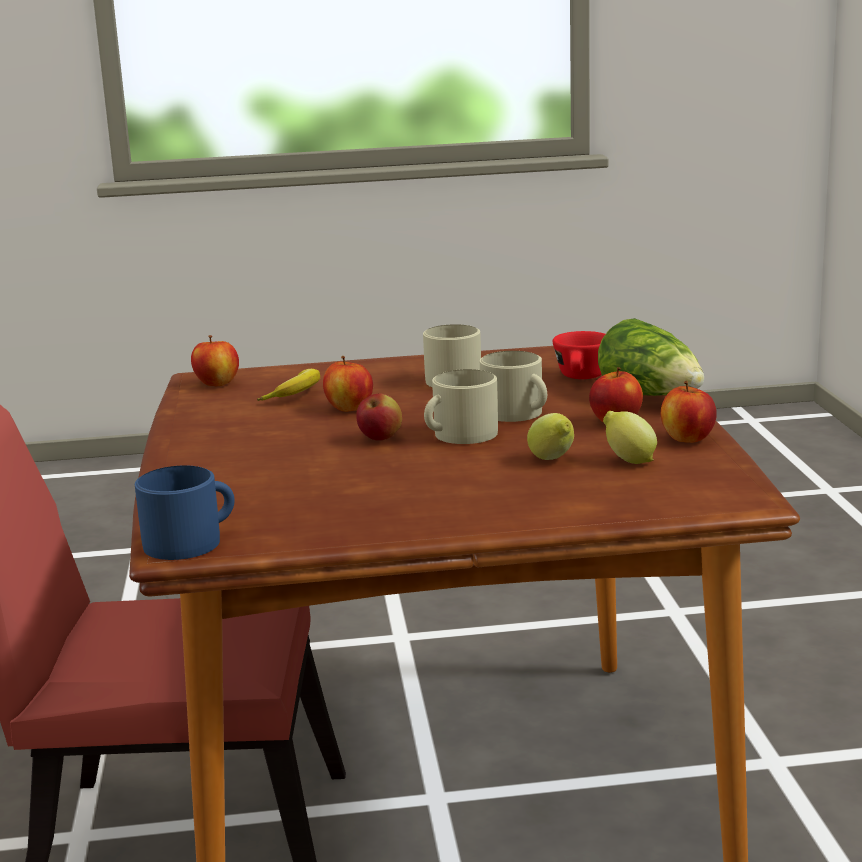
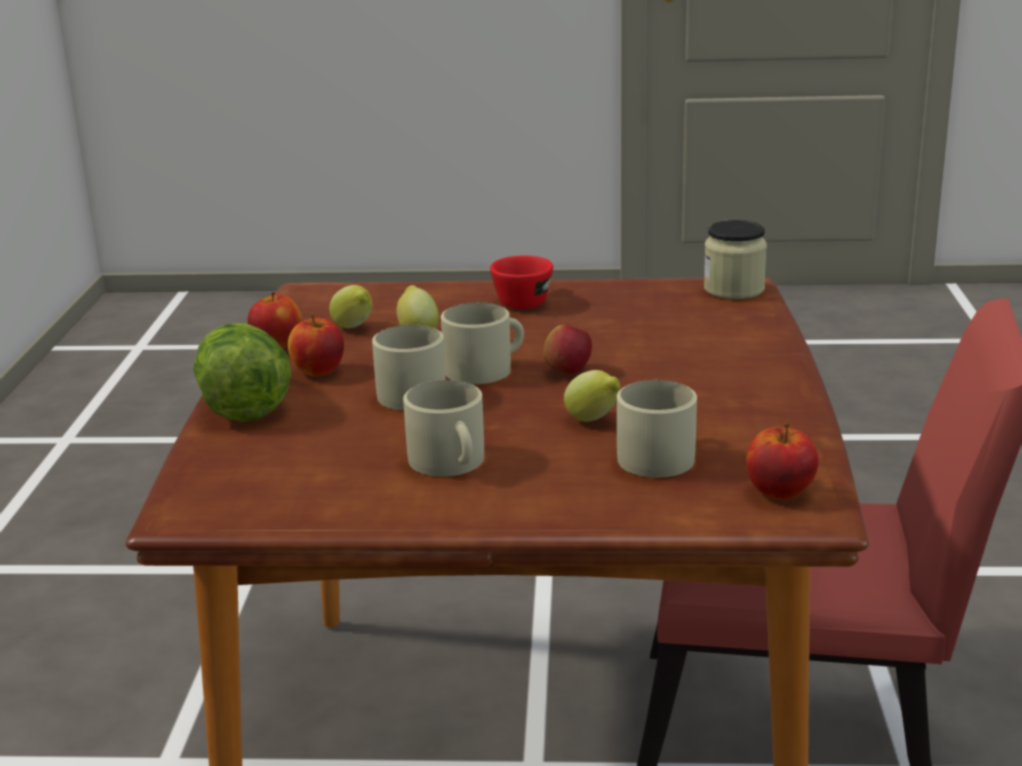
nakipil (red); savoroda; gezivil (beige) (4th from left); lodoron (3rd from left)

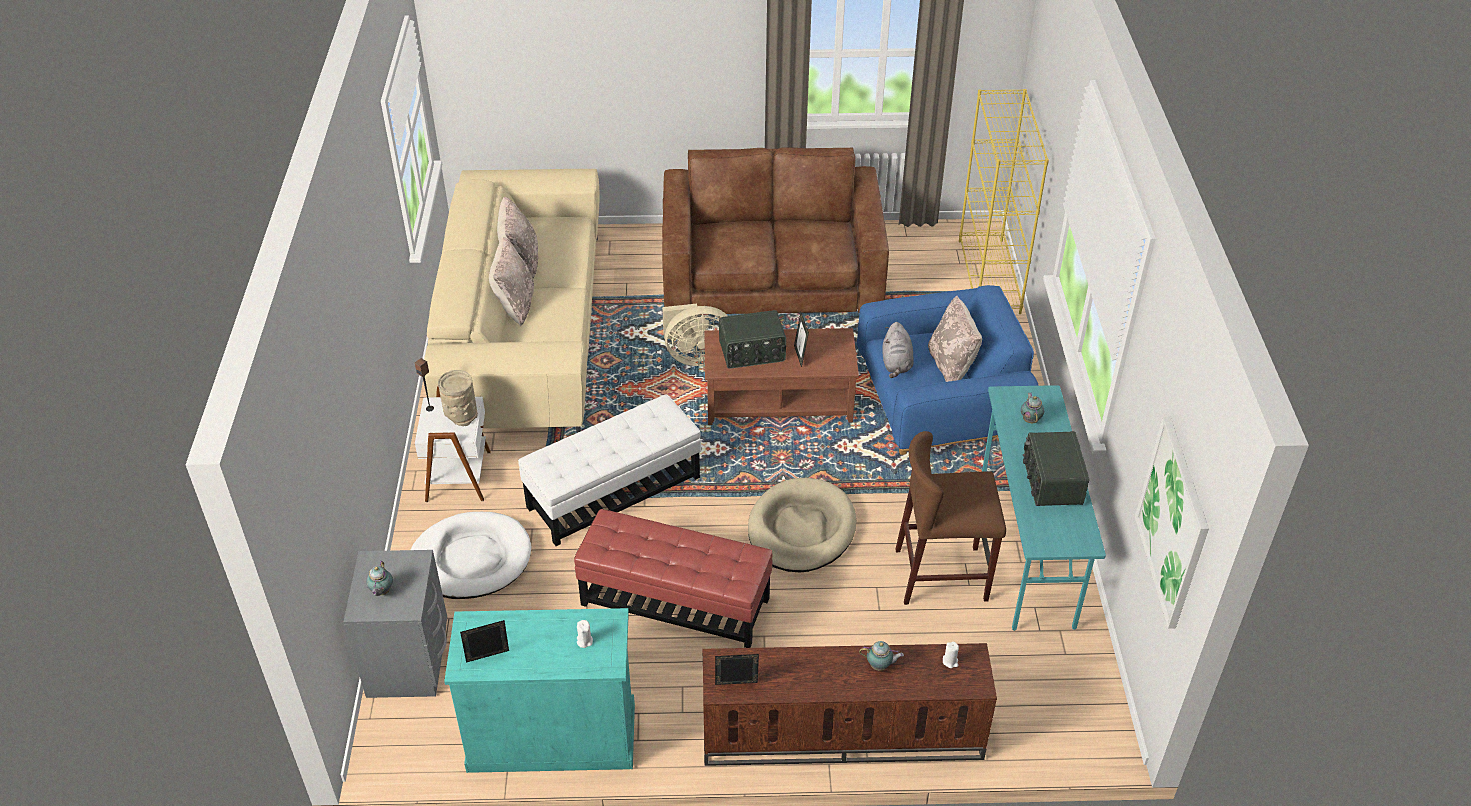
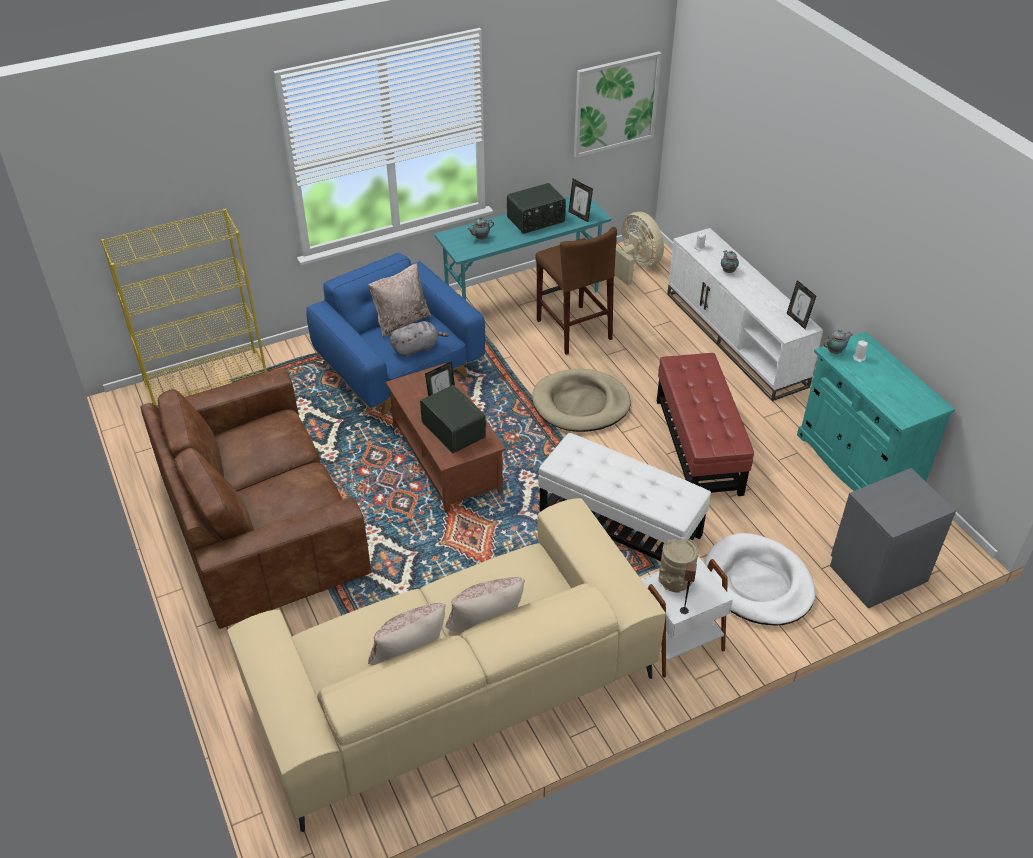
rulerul (3rd from left); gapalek (2nd from left); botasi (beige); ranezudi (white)

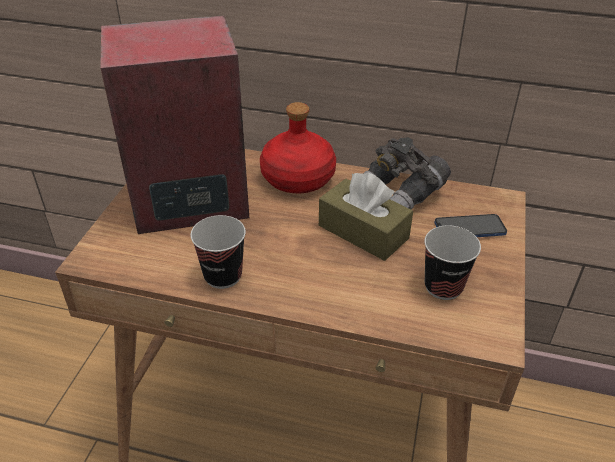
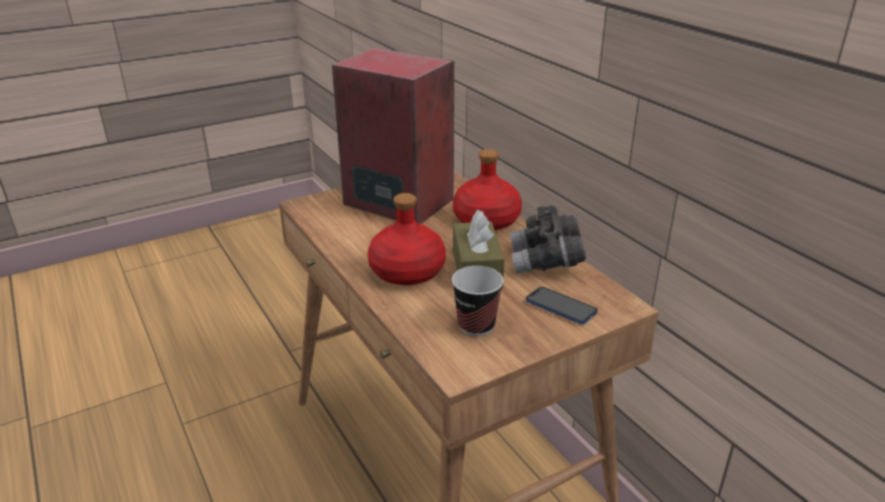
nakipil (1st from left in the first image); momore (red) (1st from left)

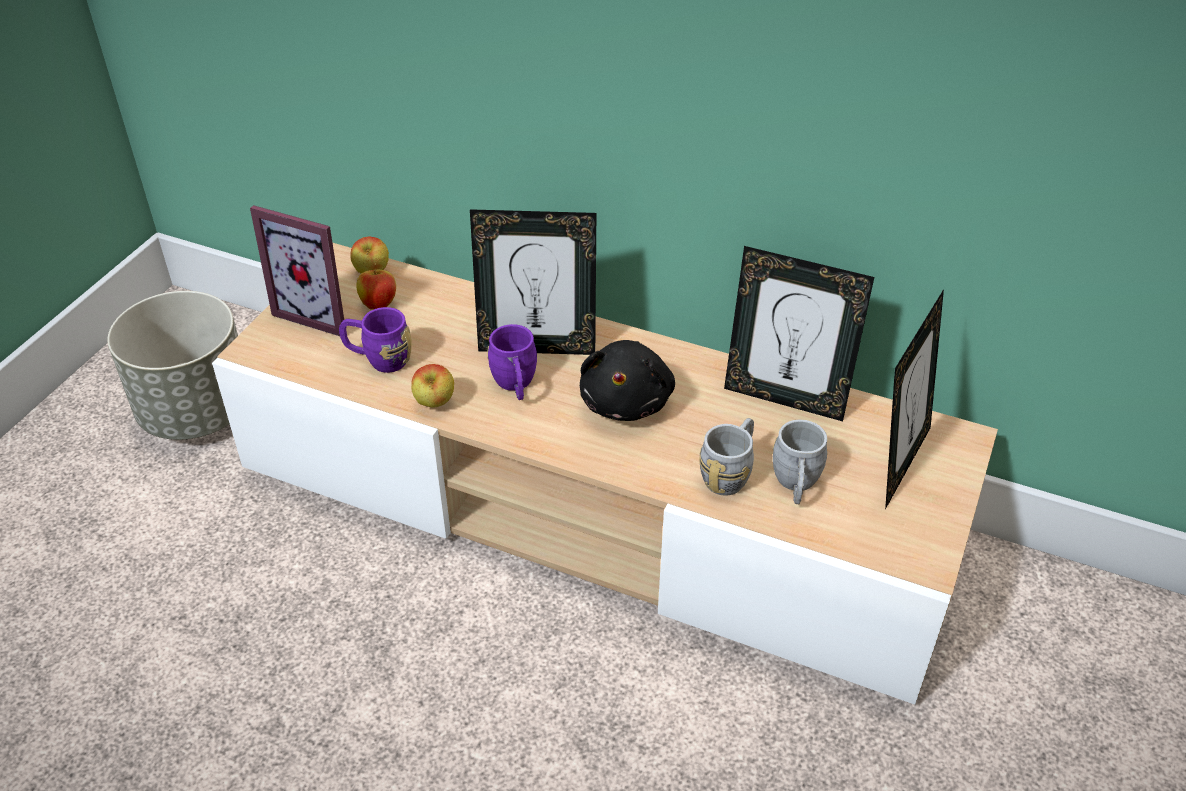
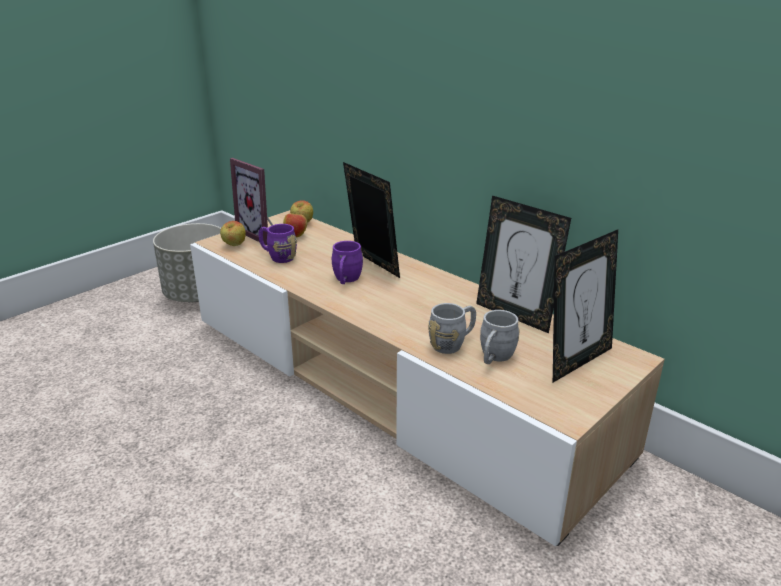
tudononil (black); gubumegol (1st from left); gapalek (2nd from left)

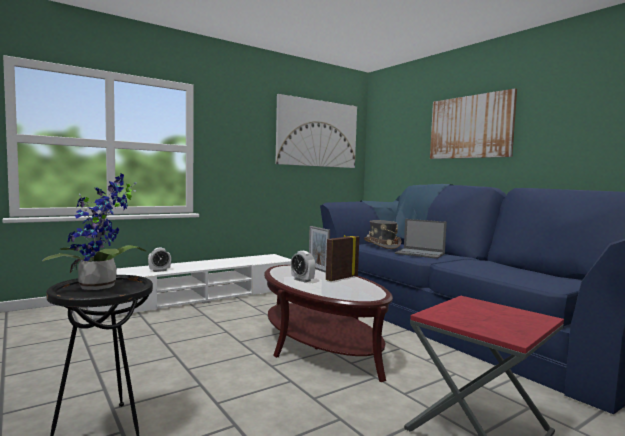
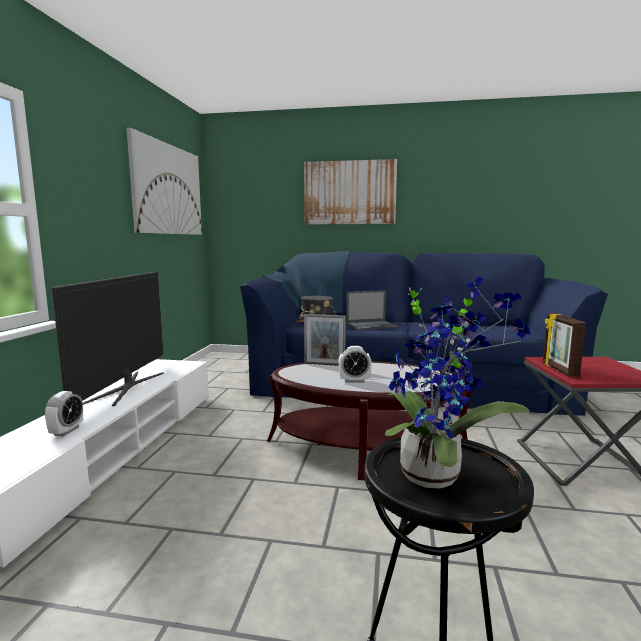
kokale; gapalek (2nd from left)

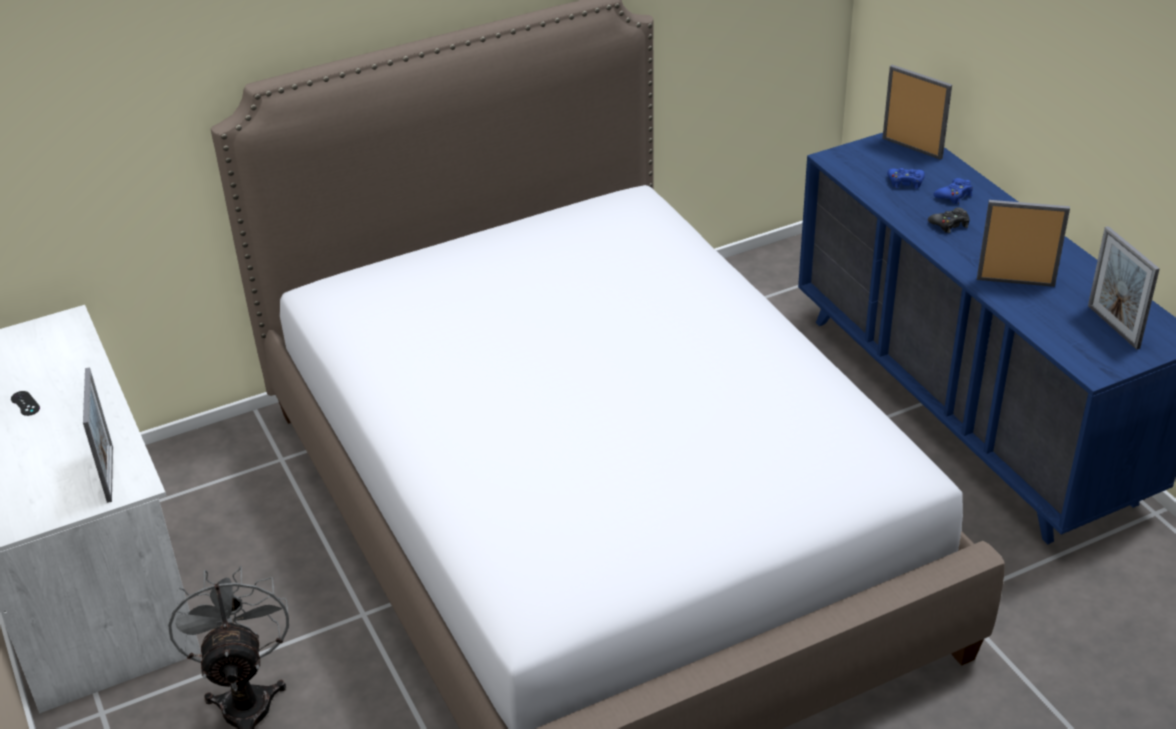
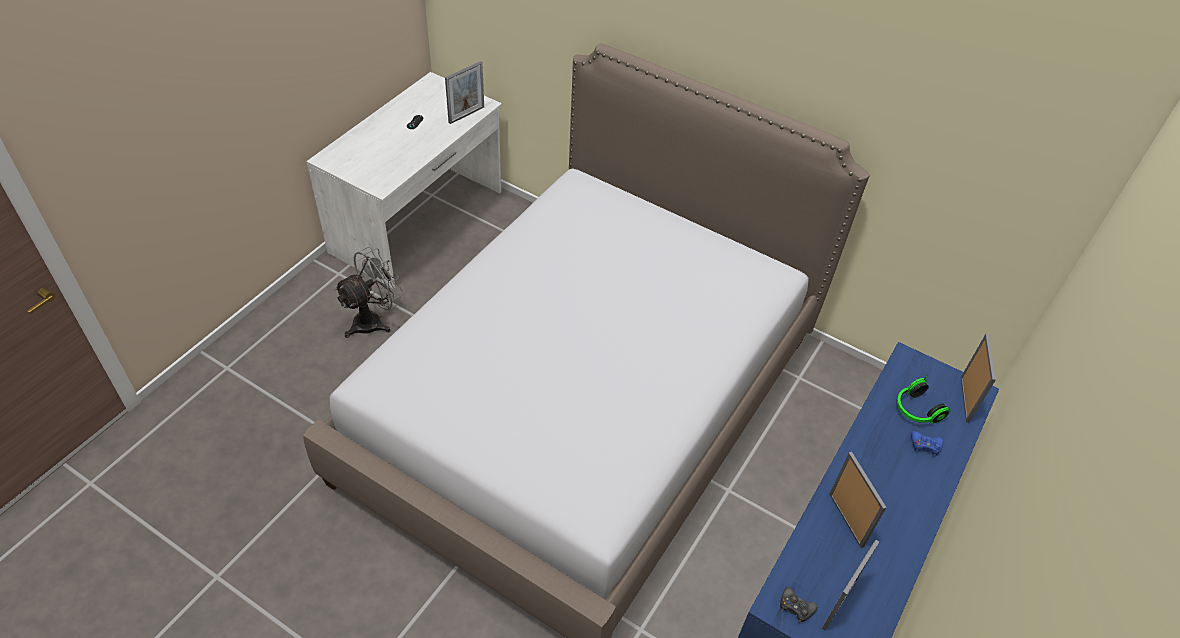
gapalek (1st from left); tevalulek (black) (2nd from left); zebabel

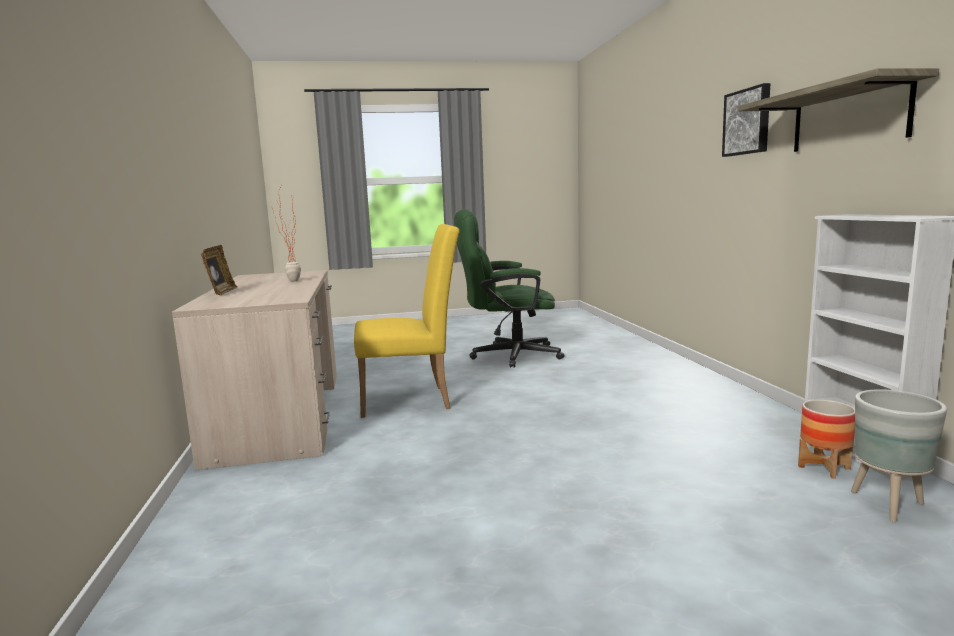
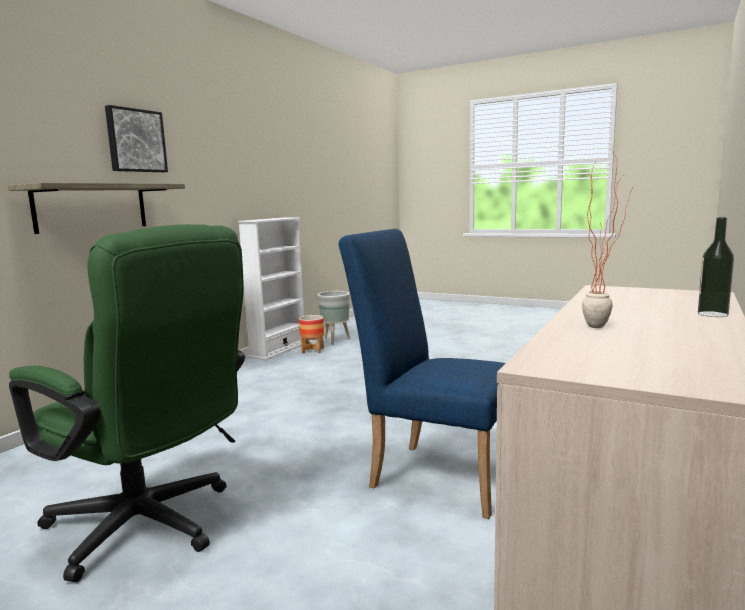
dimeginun; momore; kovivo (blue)

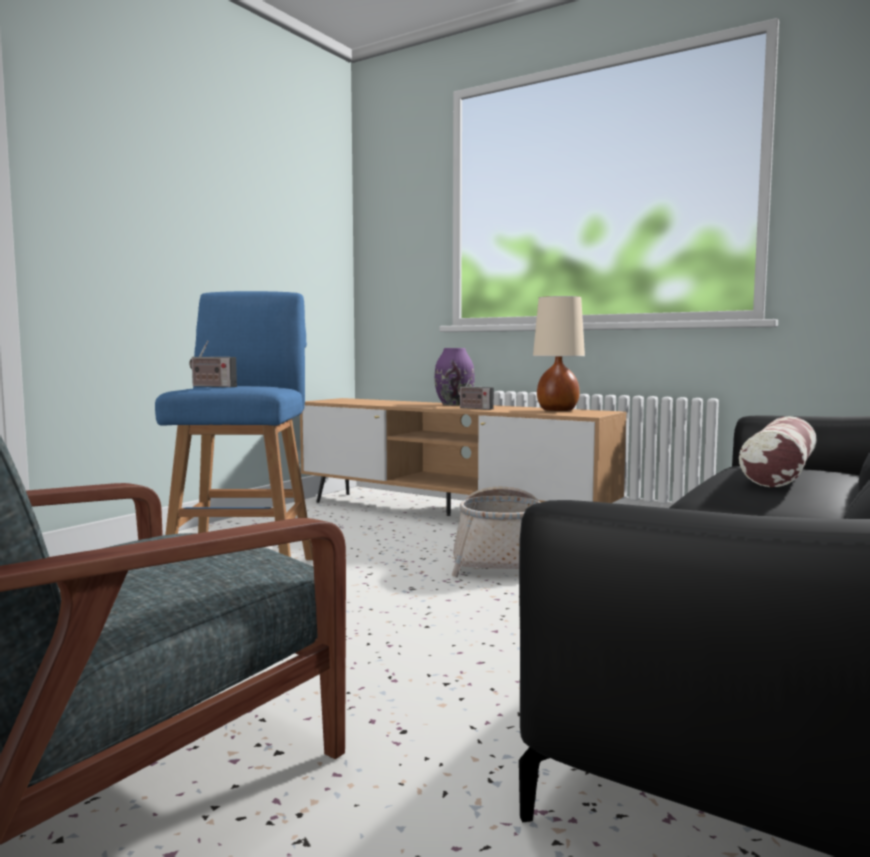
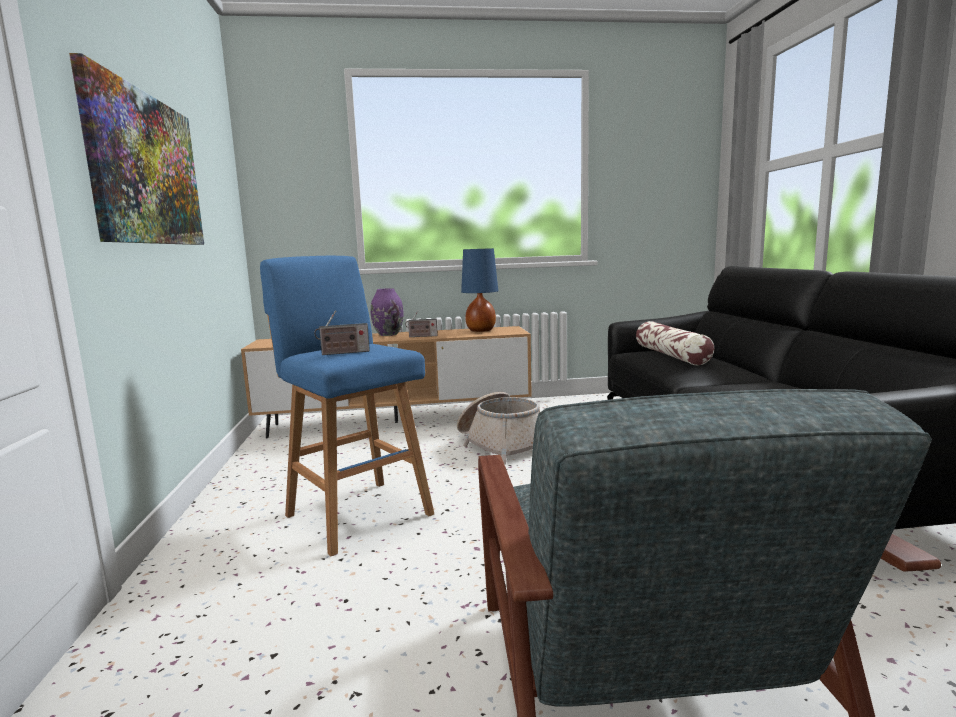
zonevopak; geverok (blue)

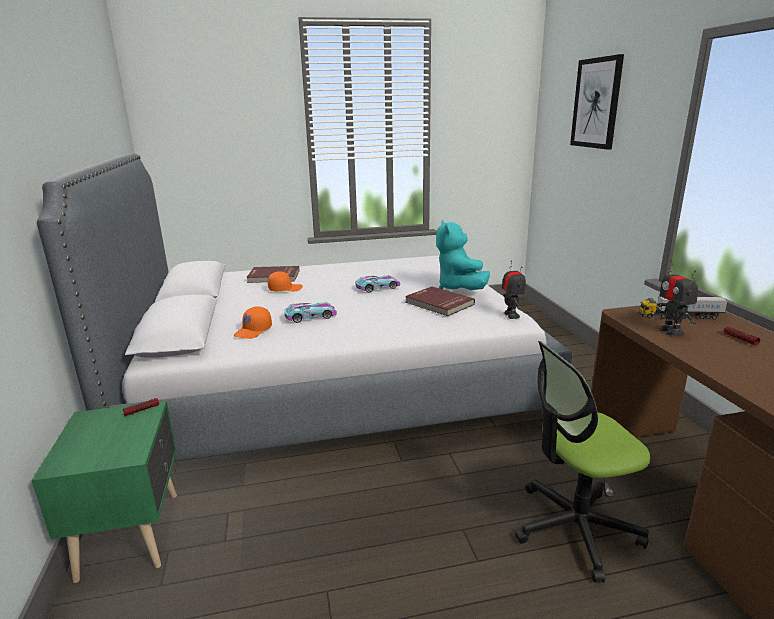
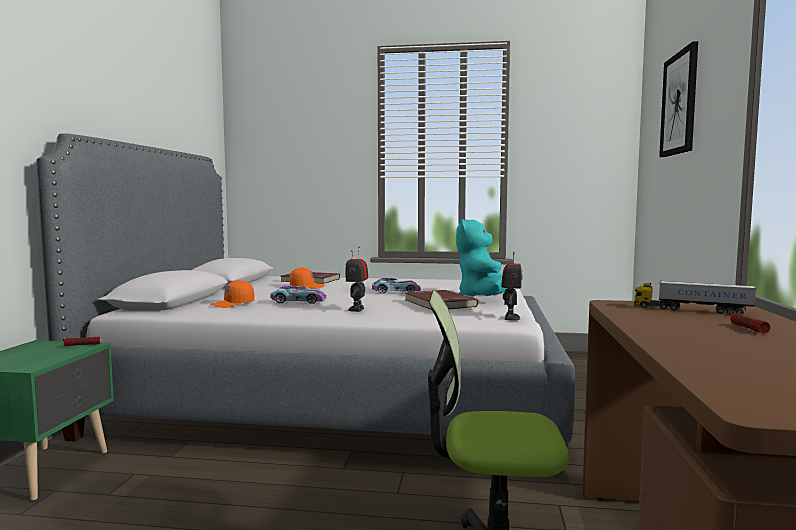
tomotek (1st from left)

